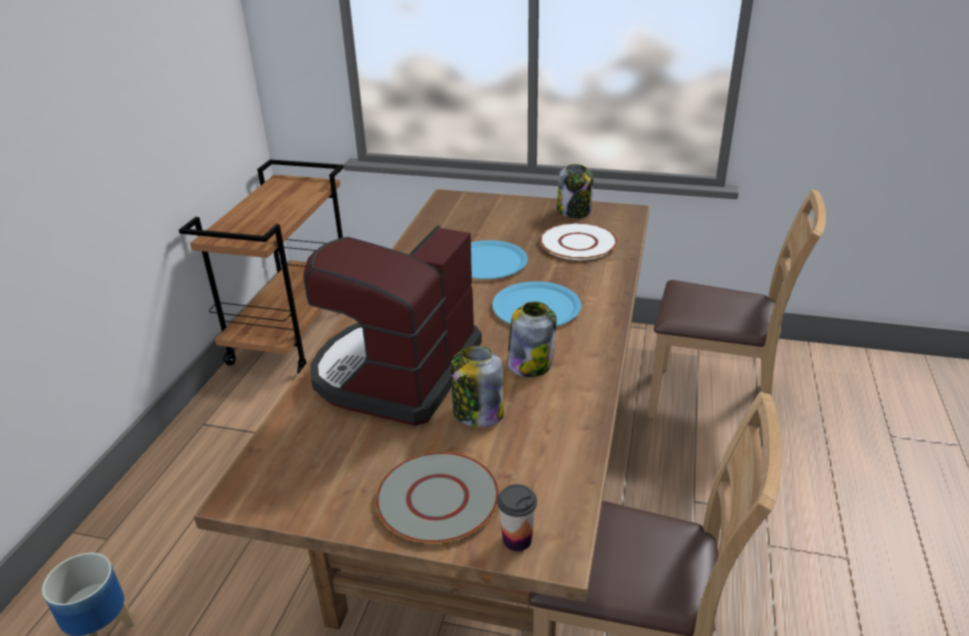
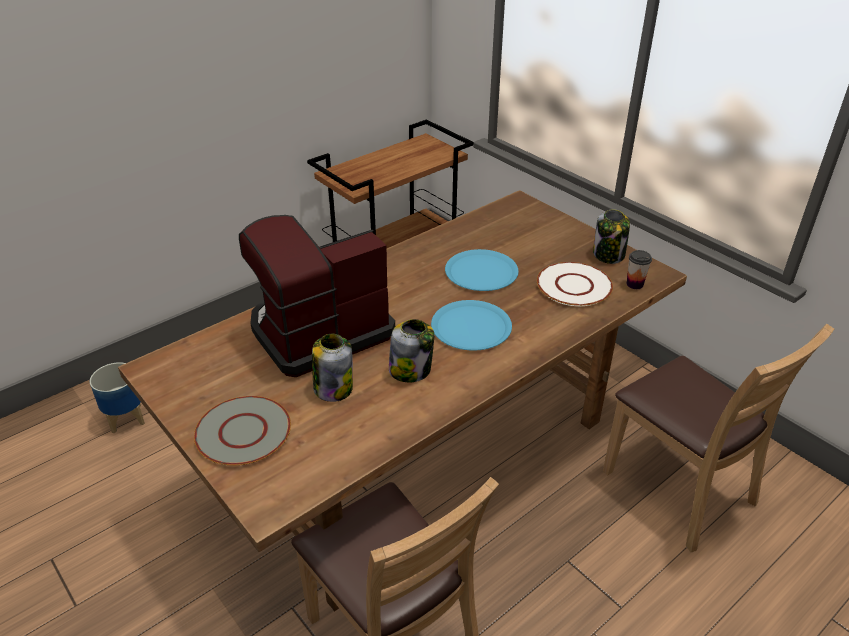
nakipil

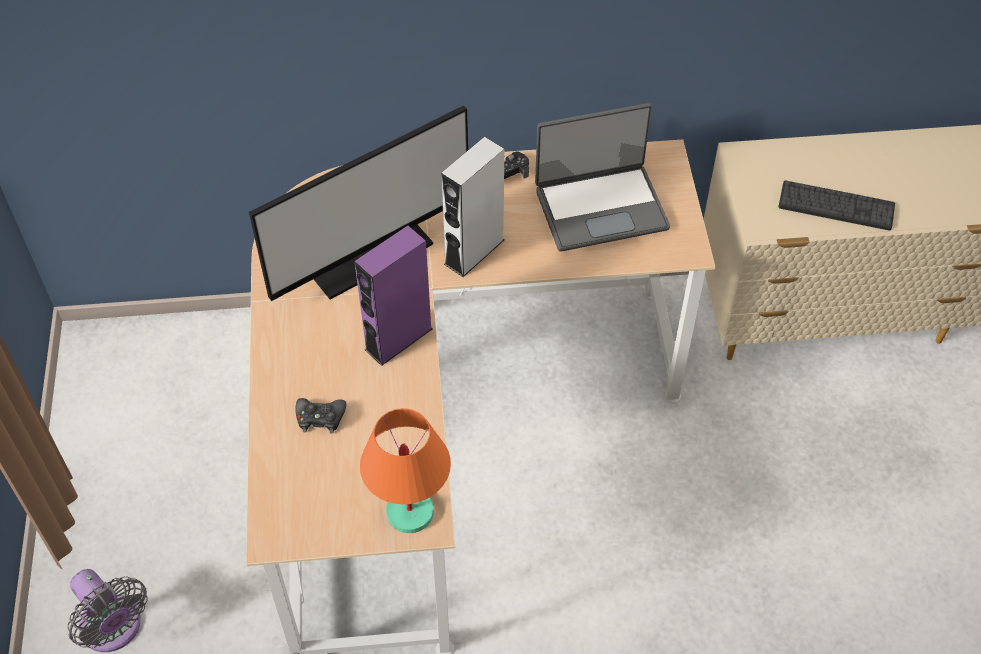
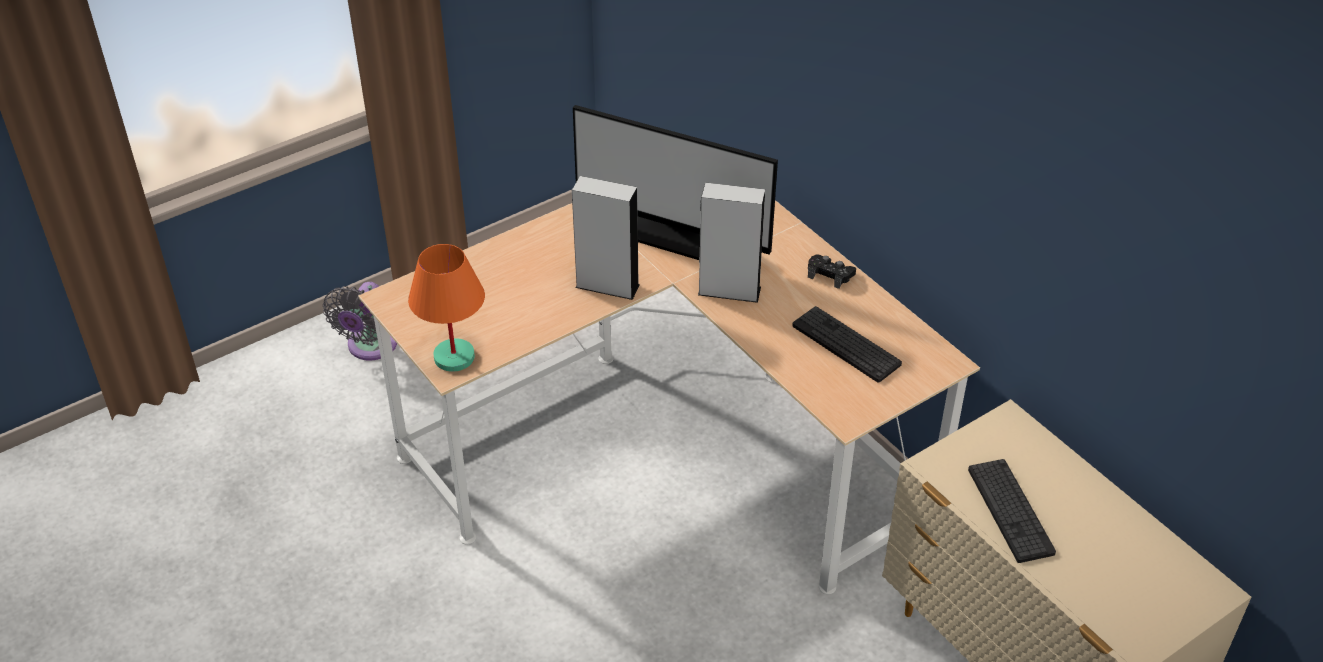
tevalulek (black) (1st from left in the first image); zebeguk (1st from left); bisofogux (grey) (1st from left)

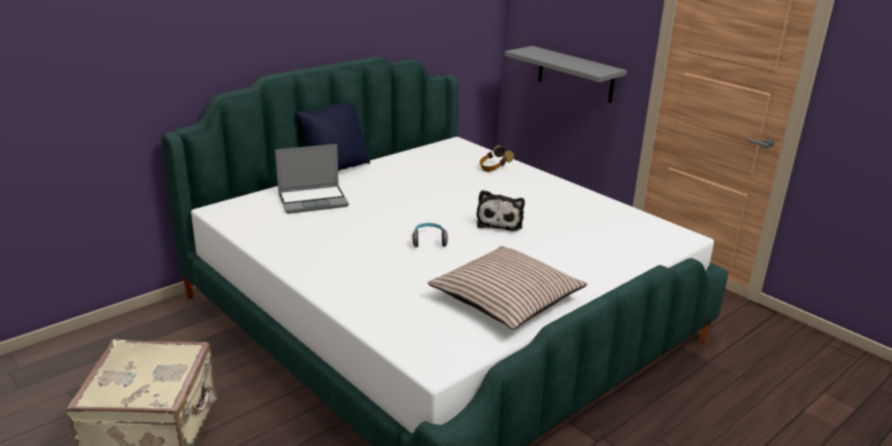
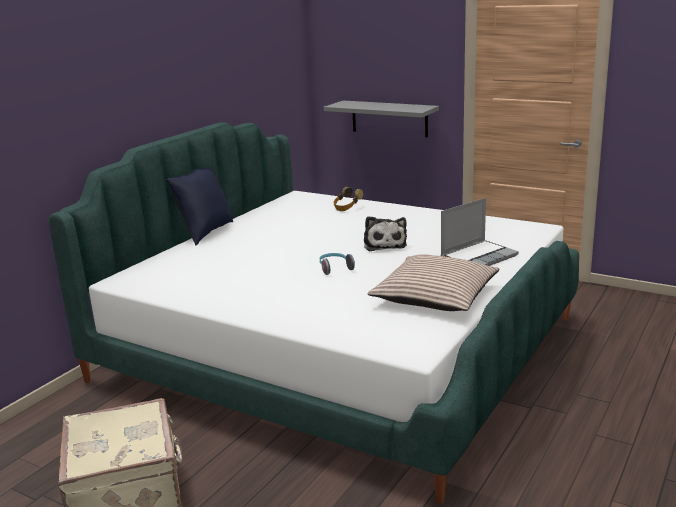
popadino

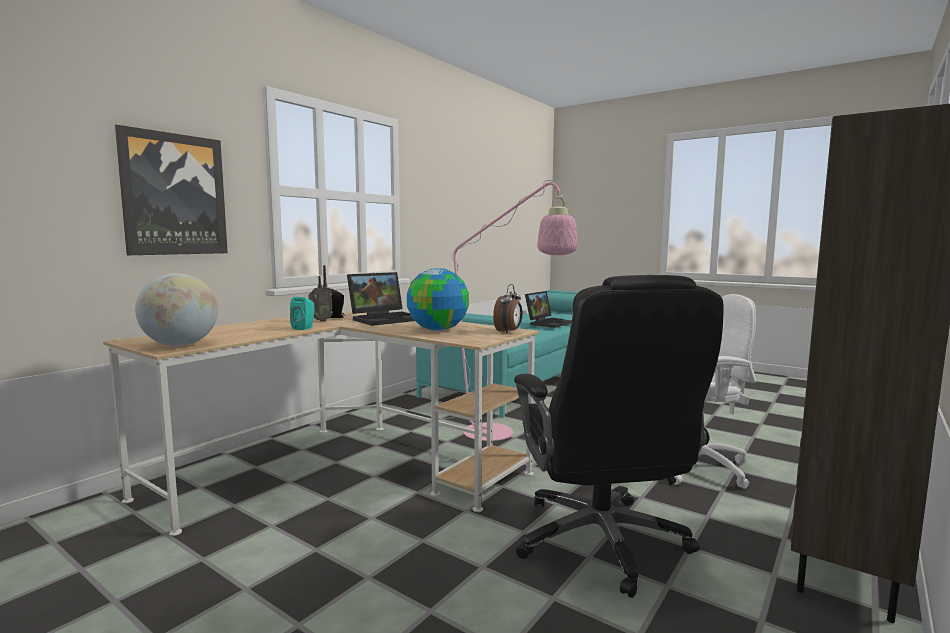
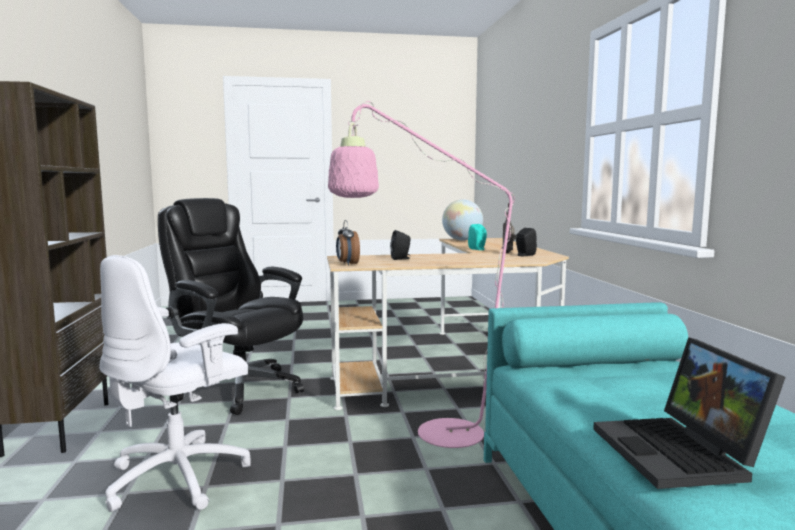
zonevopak; popadino (1st from left in the first image); bisofogux (black) (1st from left)

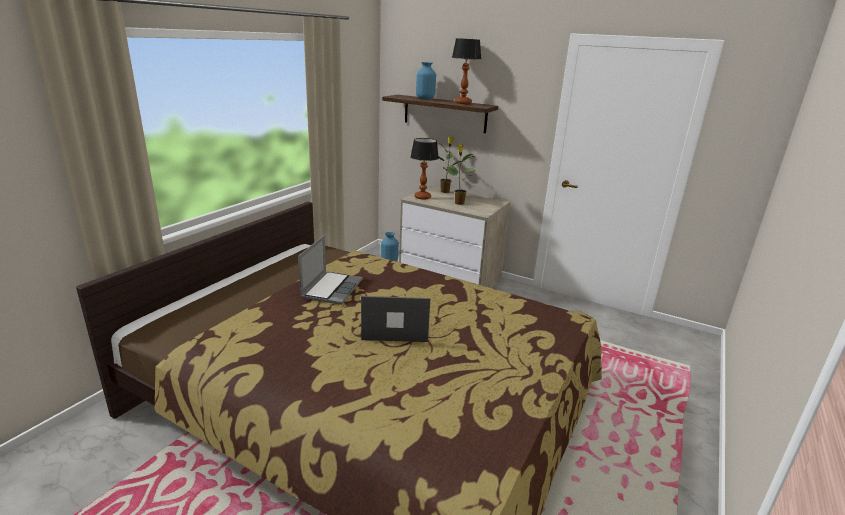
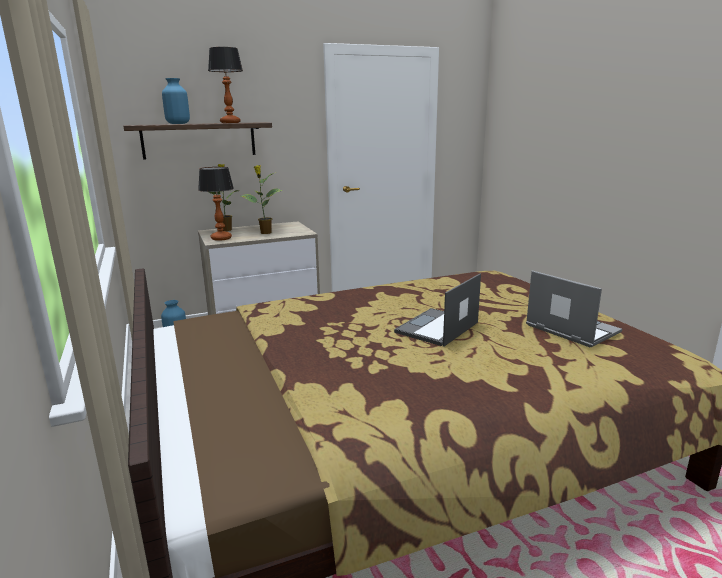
popadino (2nd from left)

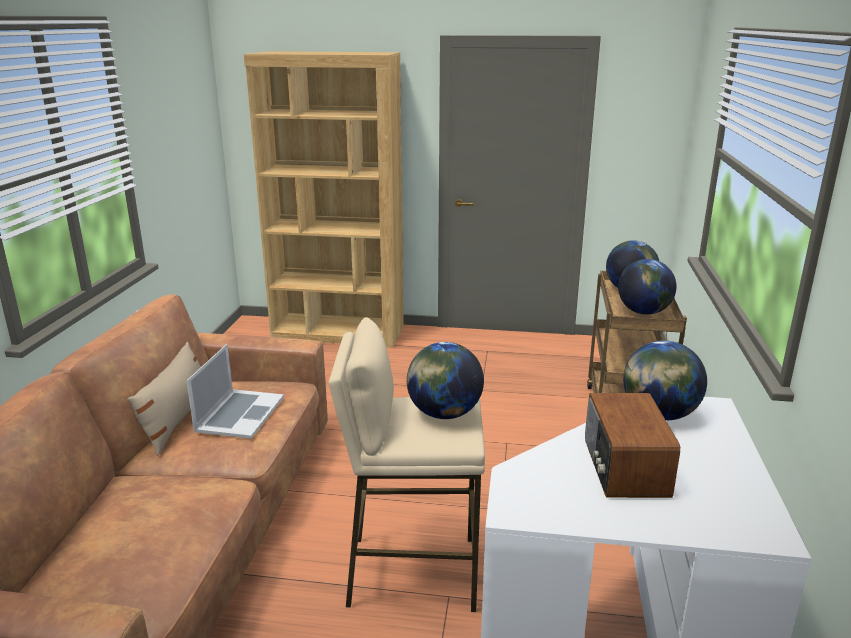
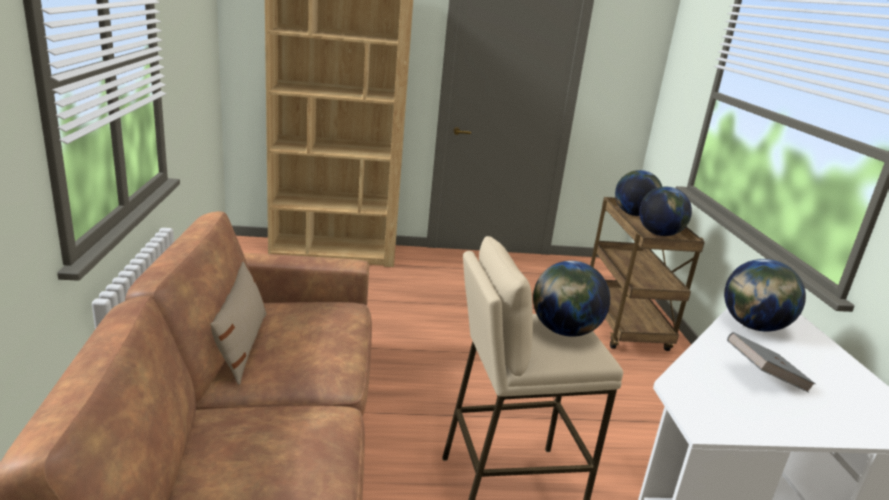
popadino; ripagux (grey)

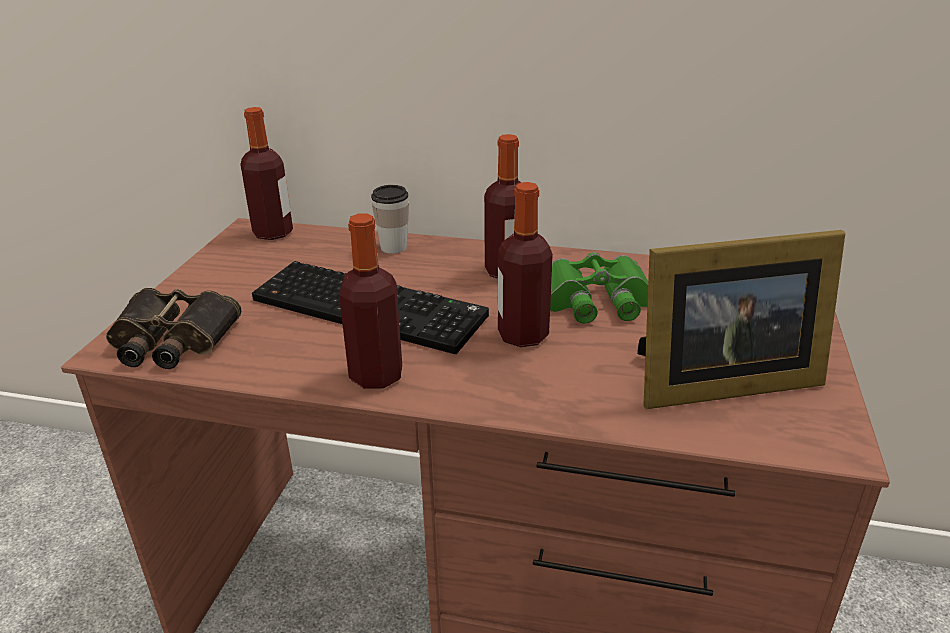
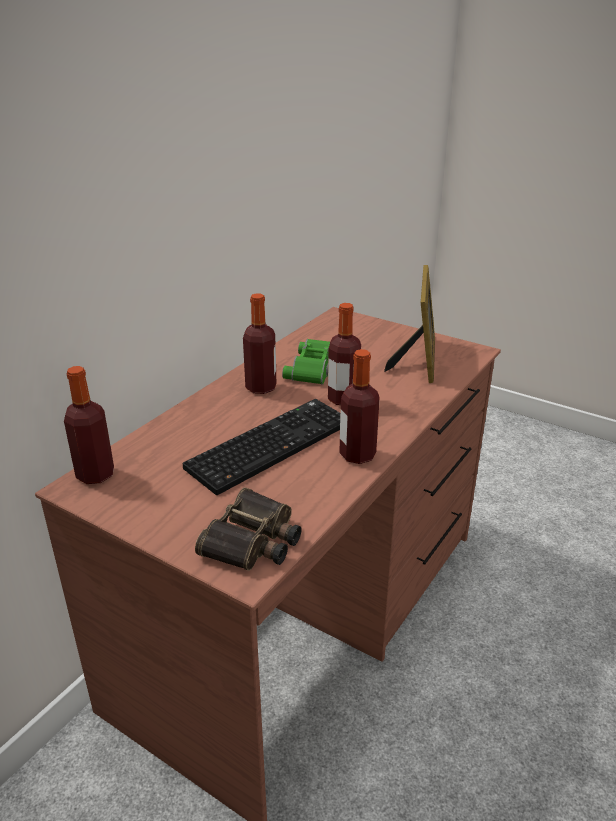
nakipil

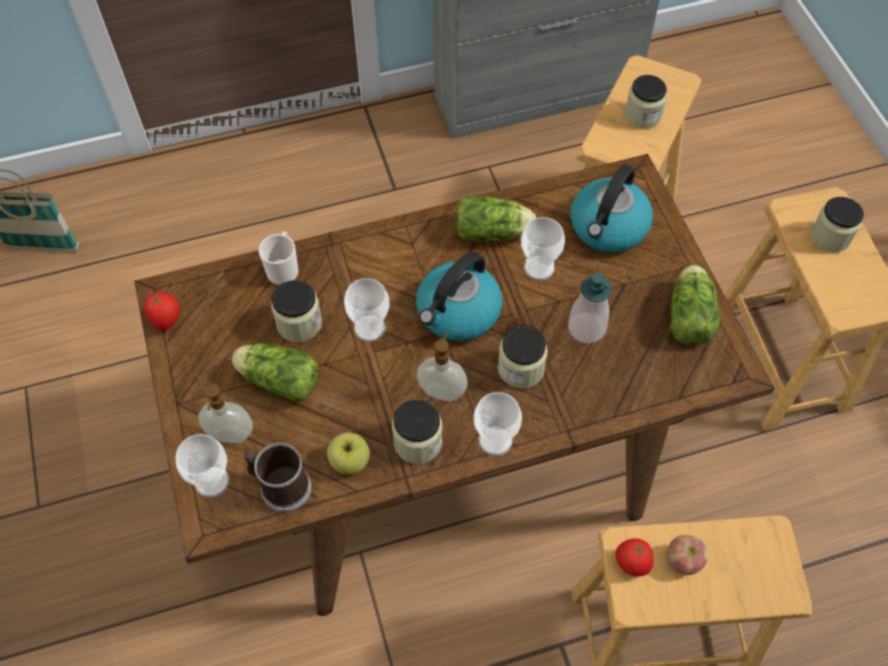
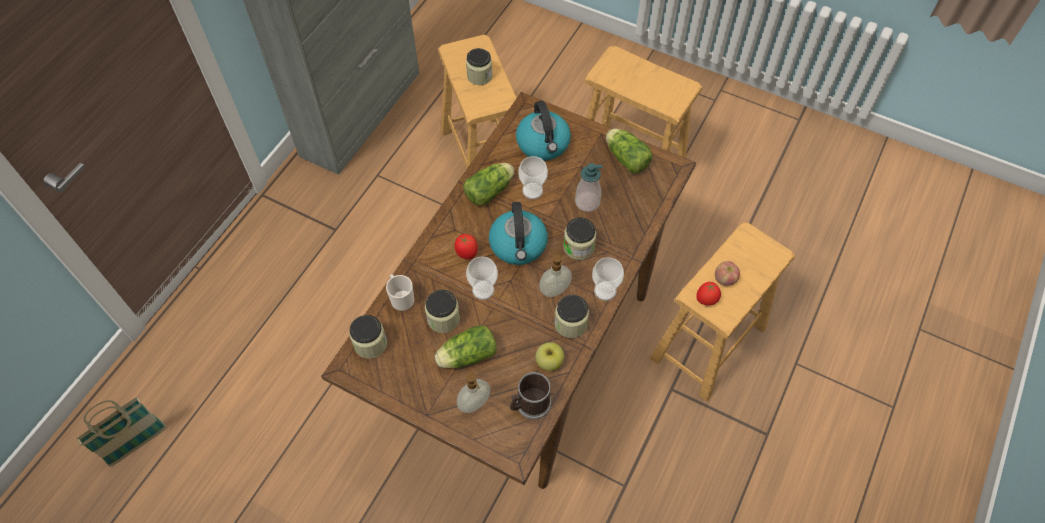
nakipil (1st from left in the first image); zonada (1st from left); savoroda (1st from left)

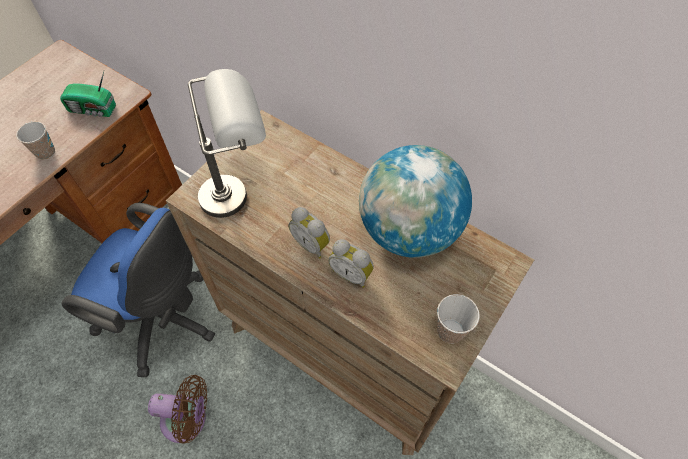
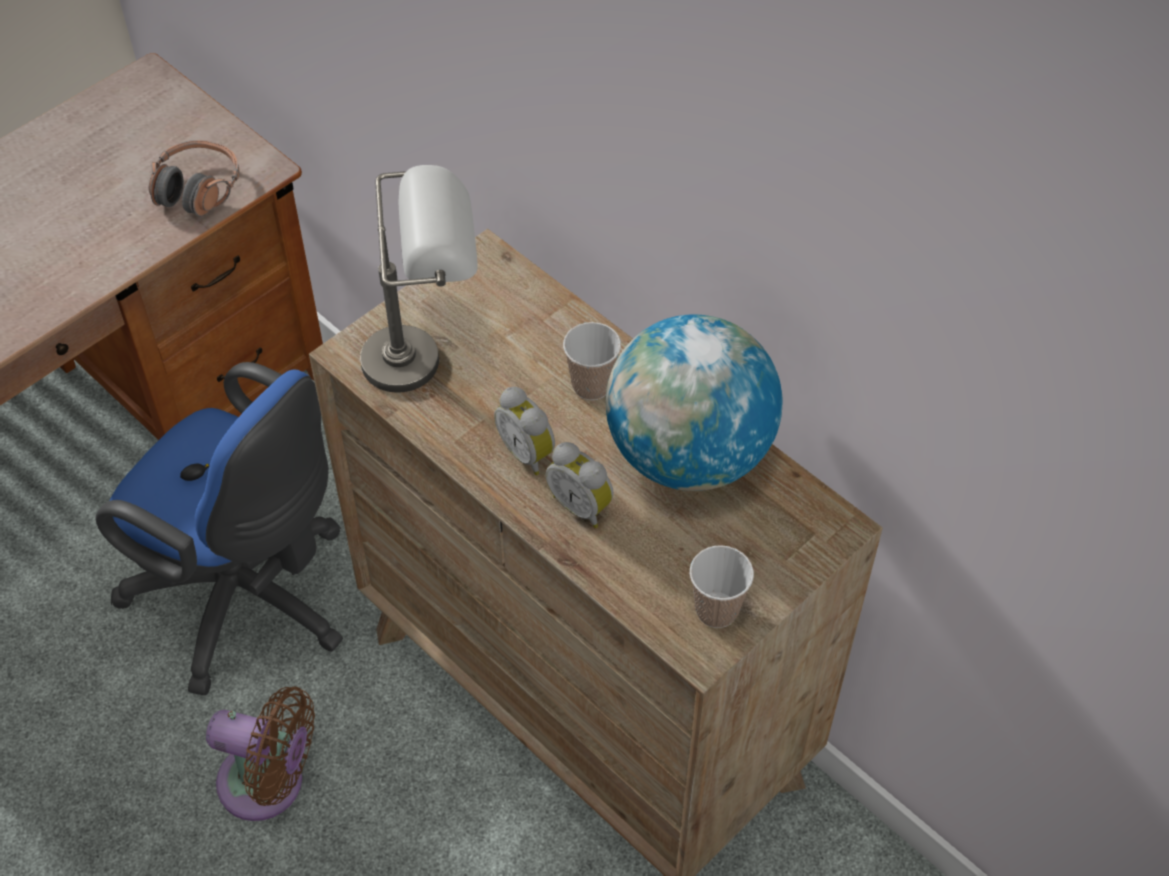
nakipil (1st from left); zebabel

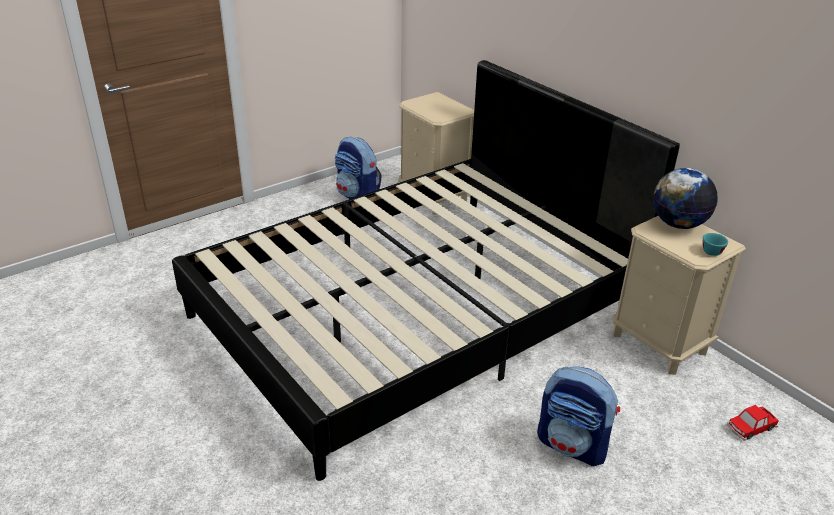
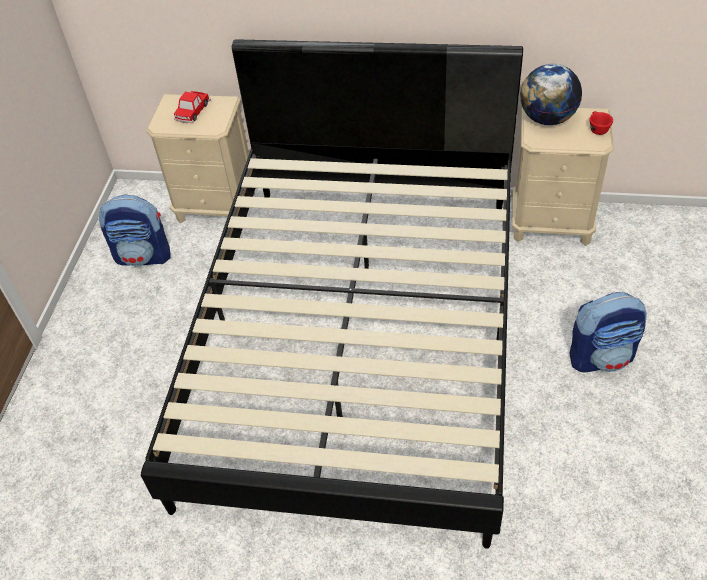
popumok; nakipil (red)

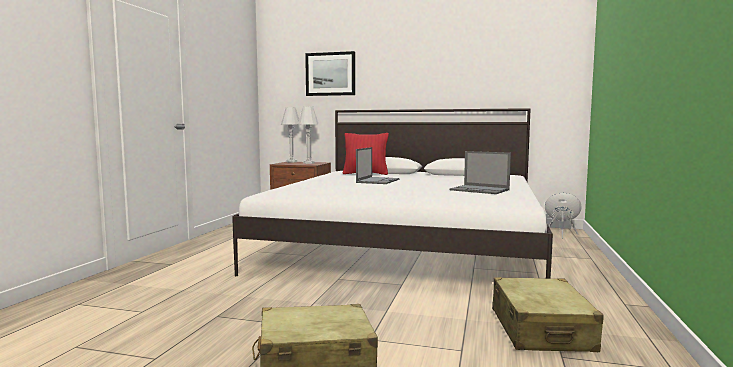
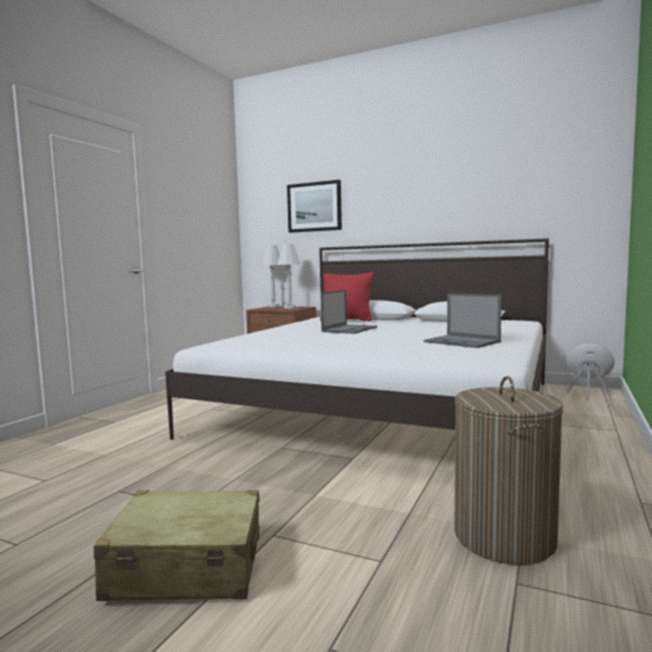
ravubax

